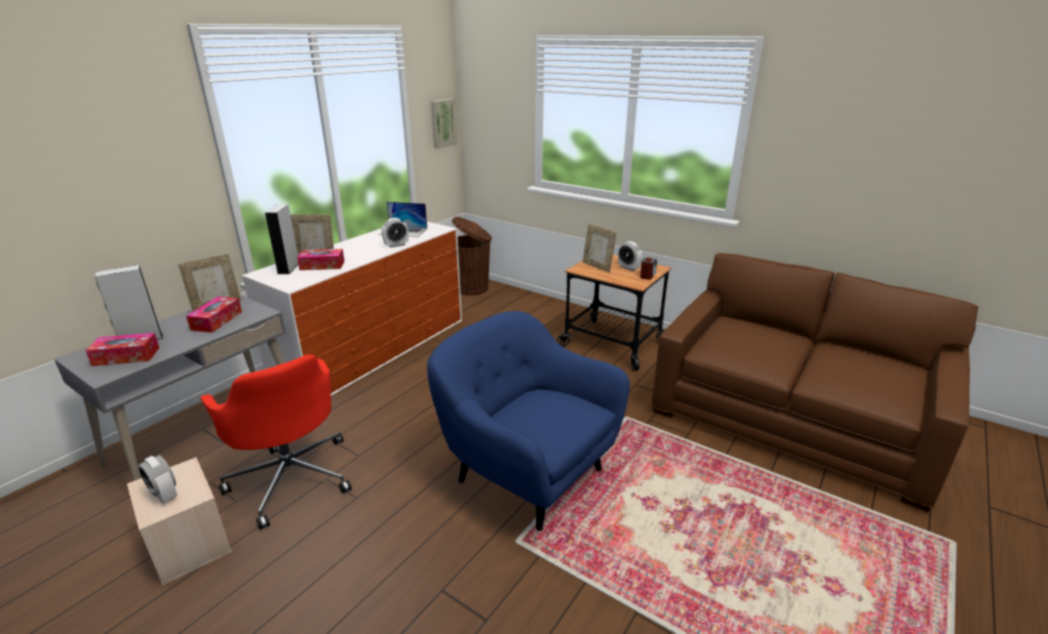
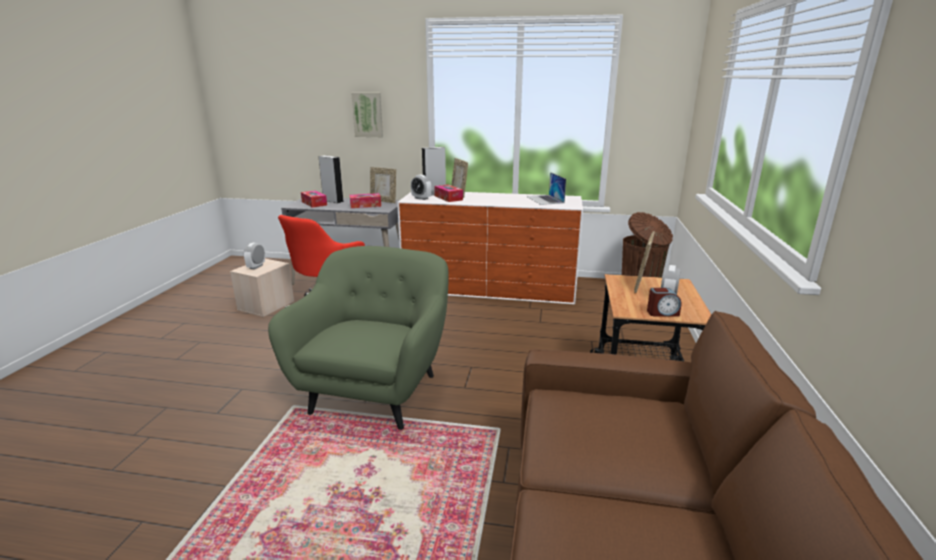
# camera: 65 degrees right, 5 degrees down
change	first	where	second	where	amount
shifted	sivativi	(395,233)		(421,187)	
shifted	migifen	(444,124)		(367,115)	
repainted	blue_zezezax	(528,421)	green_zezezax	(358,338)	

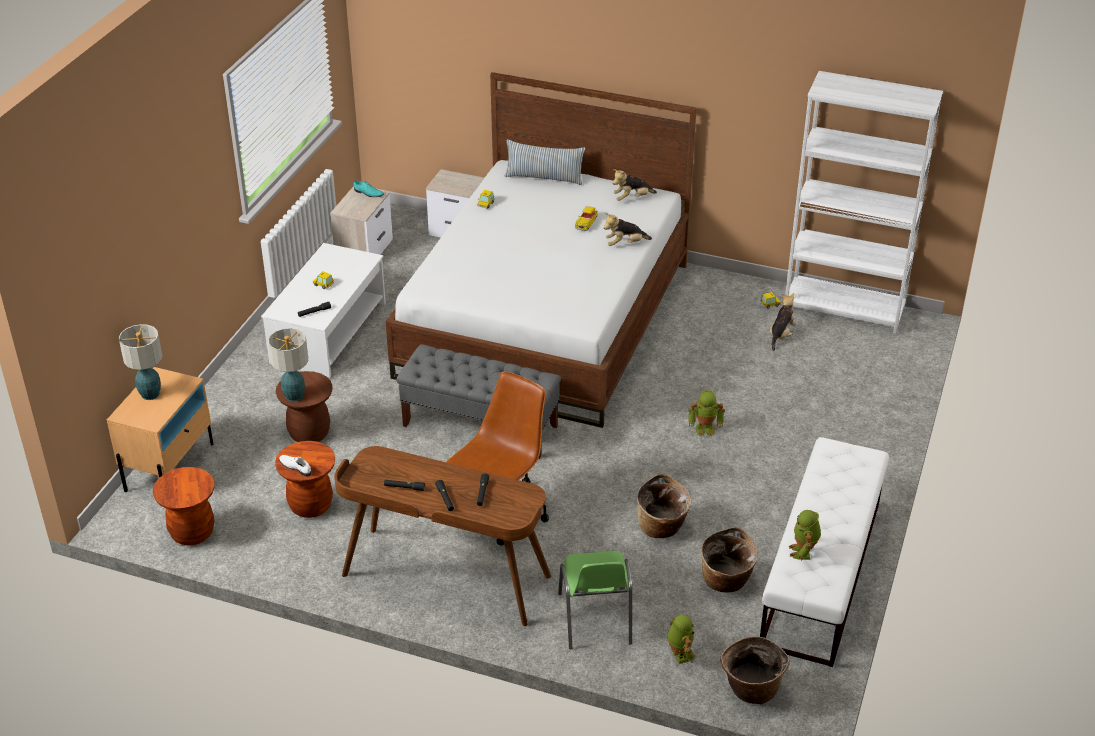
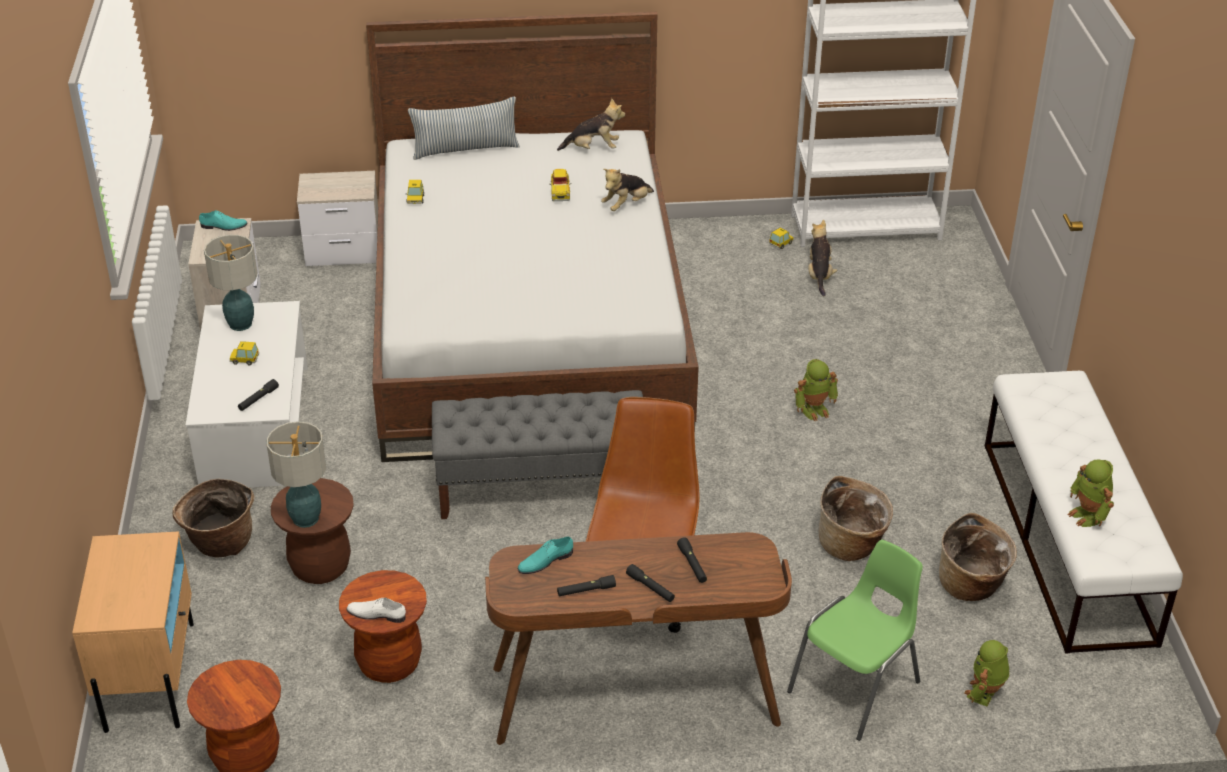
# camera: 25 degrees left, 0 degrees up
change	first	where	second	where	amount
new			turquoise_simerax	(545,555)	
shifted	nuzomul	(141,362)		(231,283)	
shifted	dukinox	(755,670)		(213,518)	
rotated	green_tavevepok	(595,600)		(855,640)	105 degrees counterclockwise
rotated	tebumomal	(635,185)		(591,124)	135 degrees counterclockwise
rotated	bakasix	(681,639)		(986,673)	105 degrees counterclockwise

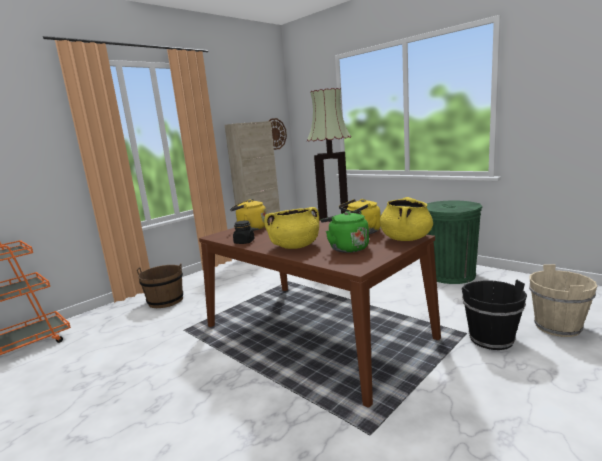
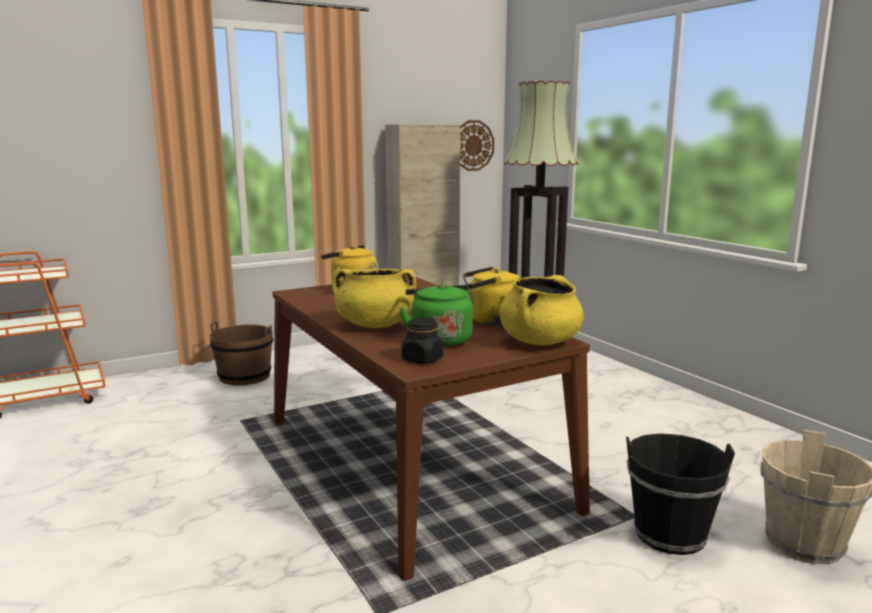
# camera: 15 degrees right, 0 degrees up
change	first	where	second	where	amount
gone	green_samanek	(454,242)			
shifted	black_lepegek	(244,232)		(422,341)	

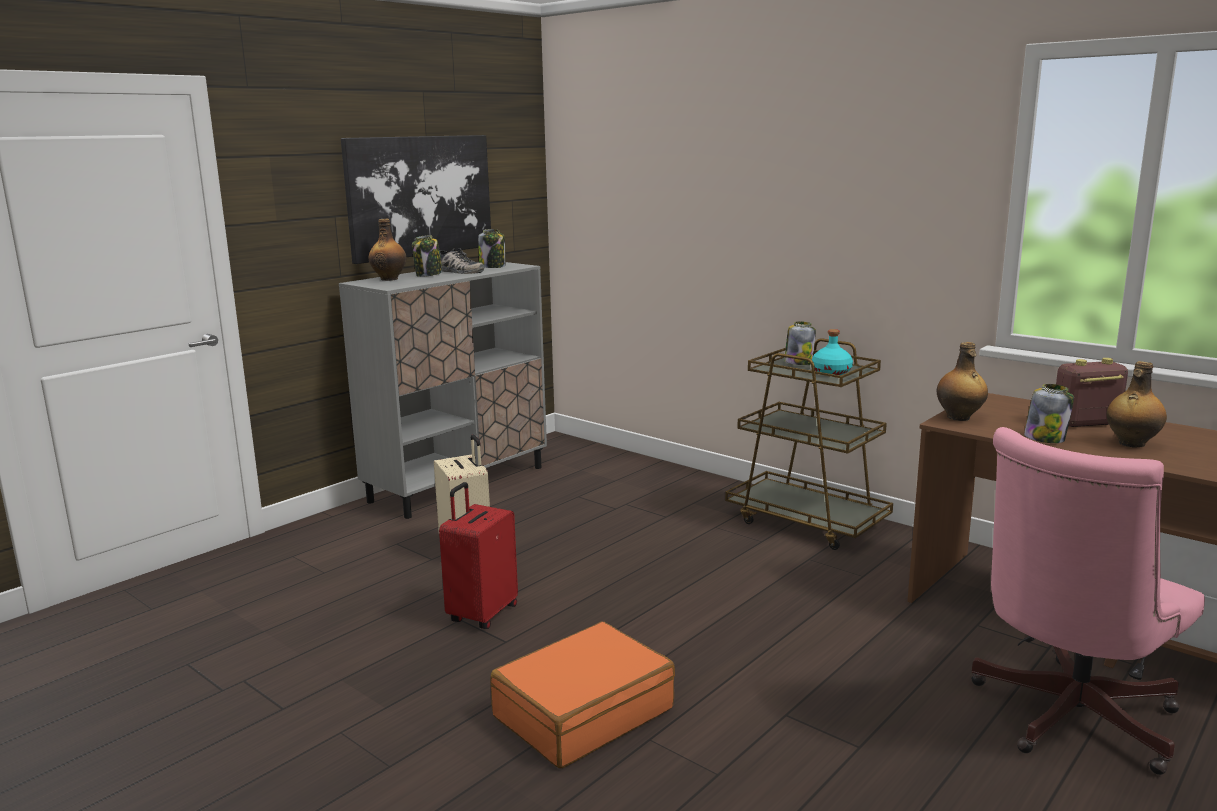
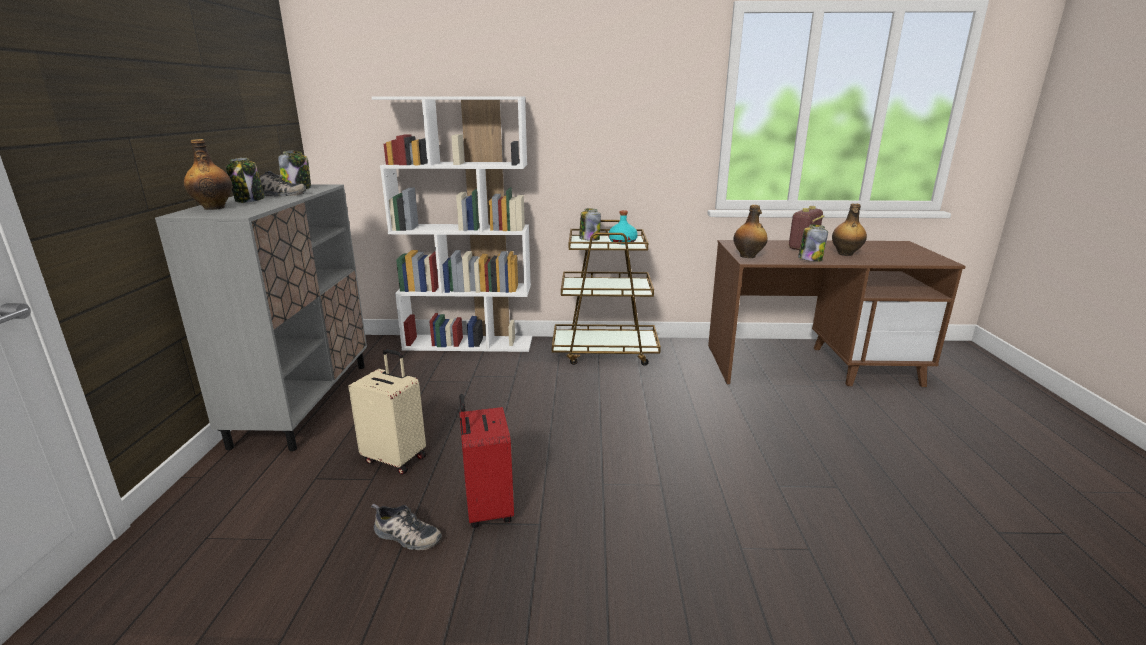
# camera: 40 degrees left, 5 degrees up
change	first	where	second	where	amount
gone	migifen	(416,199)			
gone	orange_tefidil	(582,695)			
gone	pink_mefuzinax	(1088,601)			
new			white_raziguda	(451,224)	
new			simerax	(406,527)	

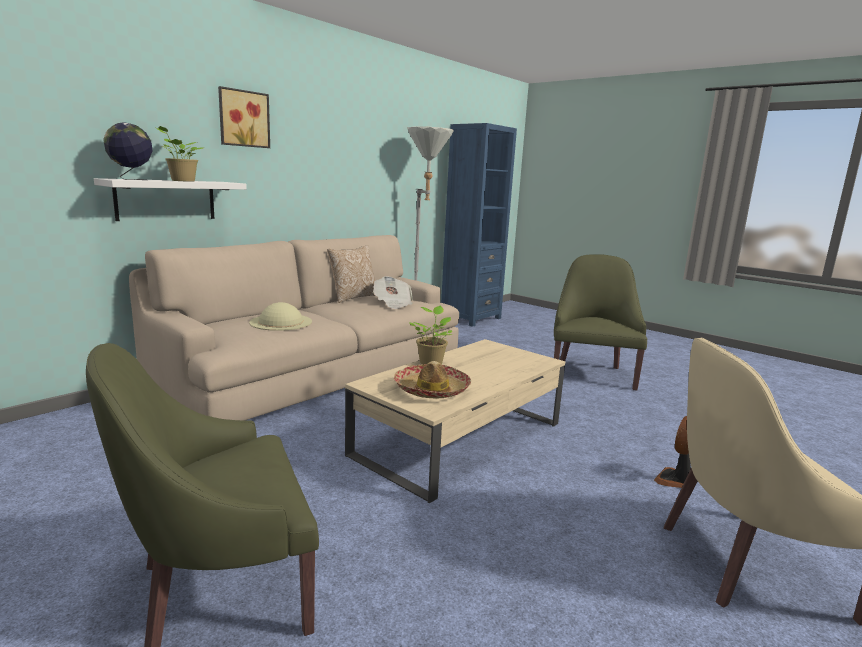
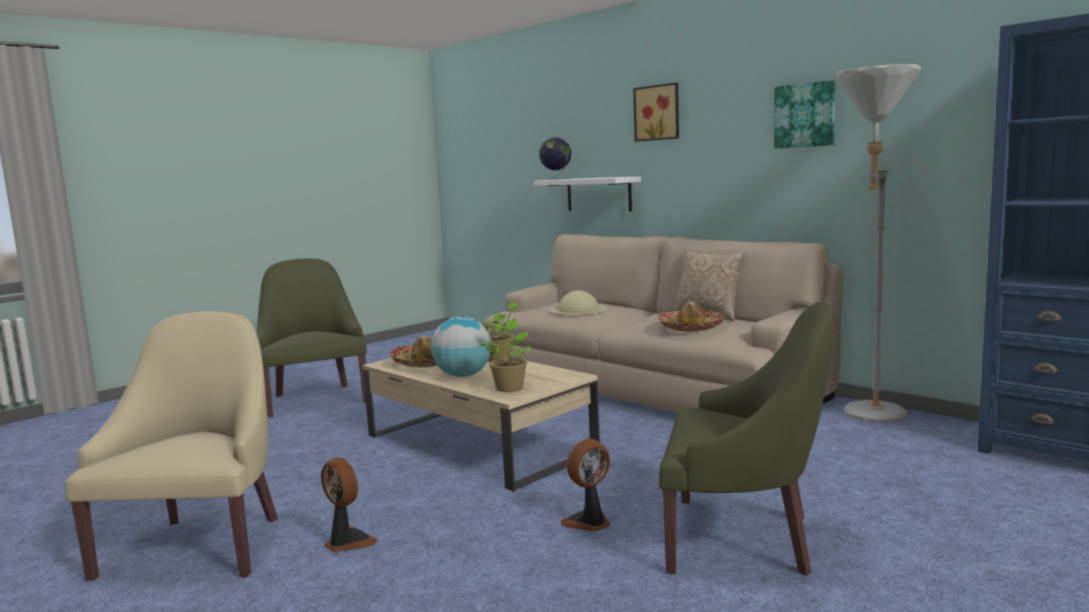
# camera: 95 degrees right, 5 degrees down
change	first	where	second	where	amount
new			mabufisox	(461,346)	
new			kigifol	(585,485)	
new			migifen	(804,114)	
shifted	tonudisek	(179,154)		(504,355)	
swapped	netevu	(393,292)	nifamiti	(692,316)	

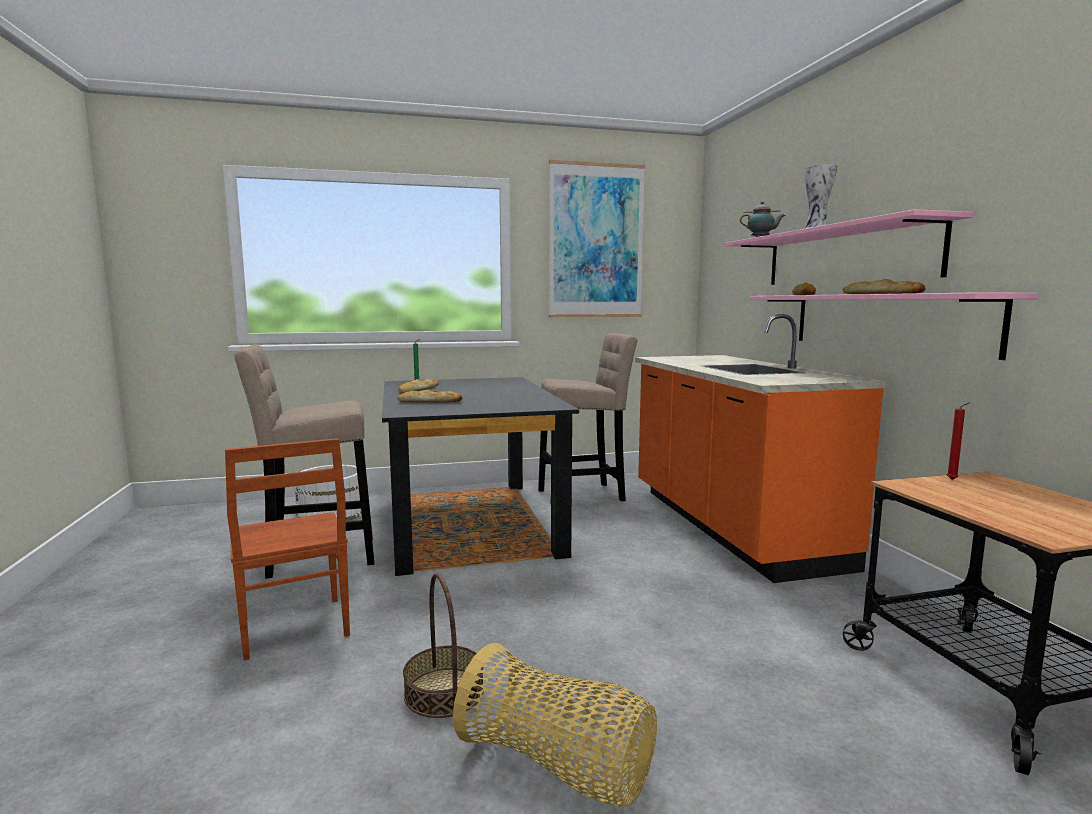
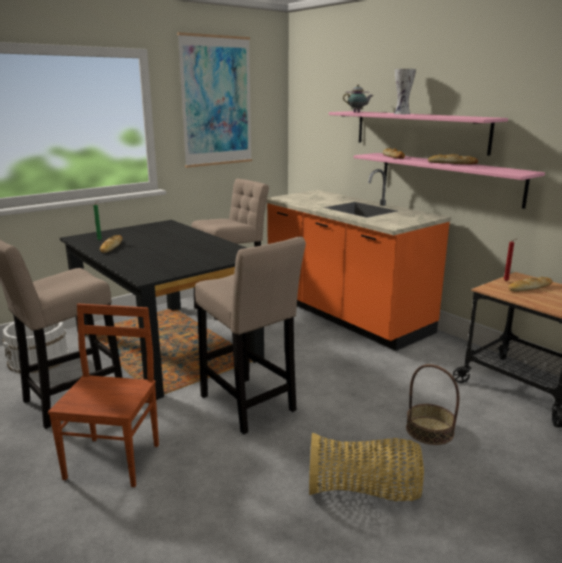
# camera: 25 degrees left, 10 degrees up
change	first	where	second	where	amount
new			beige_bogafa	(250,335)	
shifted	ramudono	(430,395)		(530,284)	
shifted	dukinox	(443,645)		(432,404)	
rotated	brown_tavevepok	(287,549)		(103,395)	120 degrees counterclockwise

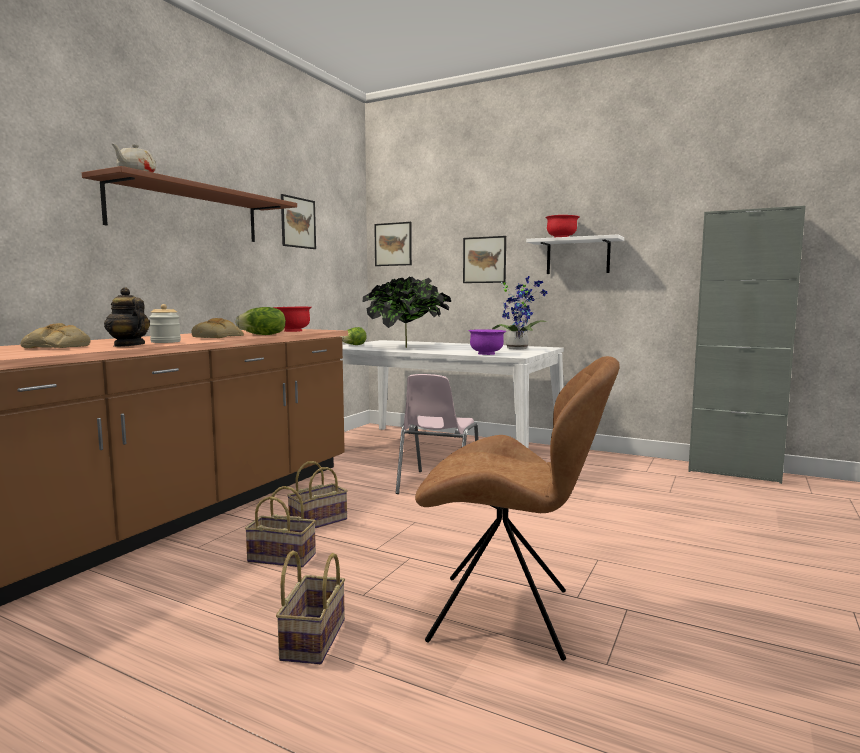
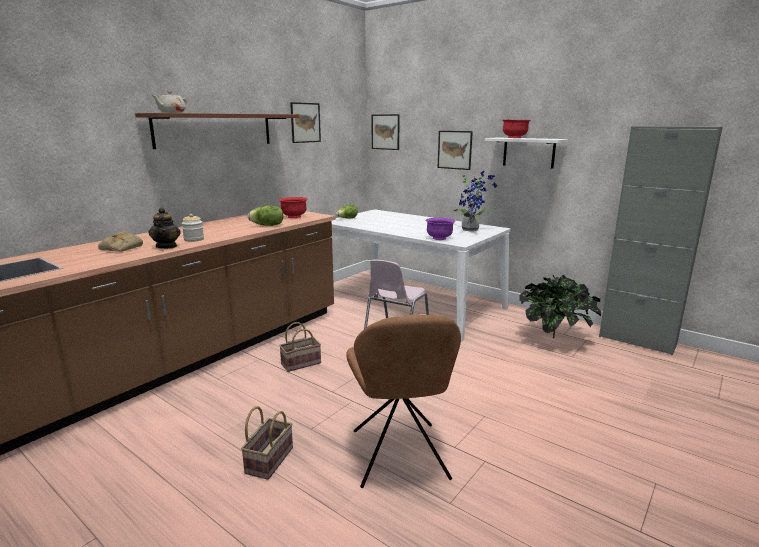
# camera: 10 degrees right, 10 degrees up
change	first	where	second	where	amount
gone	ramudono	(217,328)			
gone	dukinox	(280,527)			
shifted	tonudisek	(407,312)		(560,306)	
rotated	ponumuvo	(127,317)		(164,228)	150 degrees counterclockwise
rotated	brown_tavevepok	(517,508)		(403,401)	60 degrees clockwise

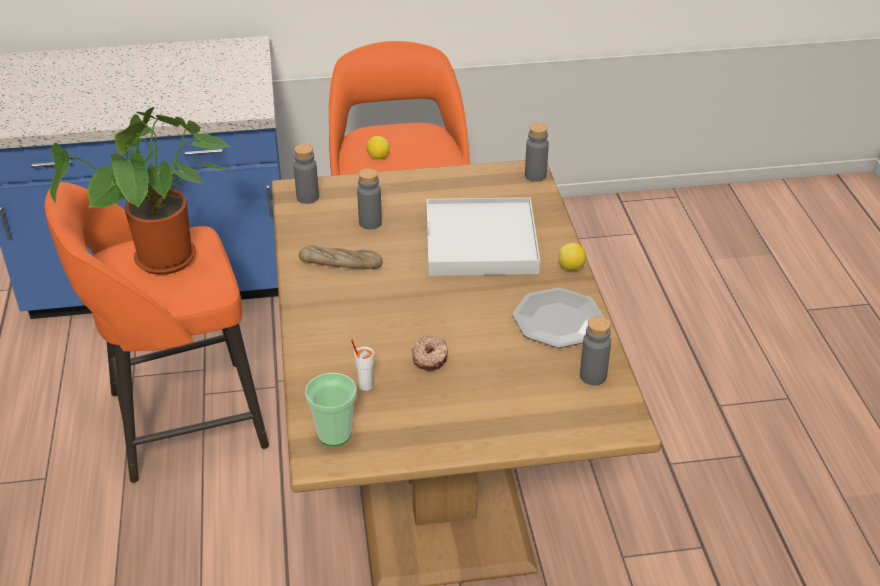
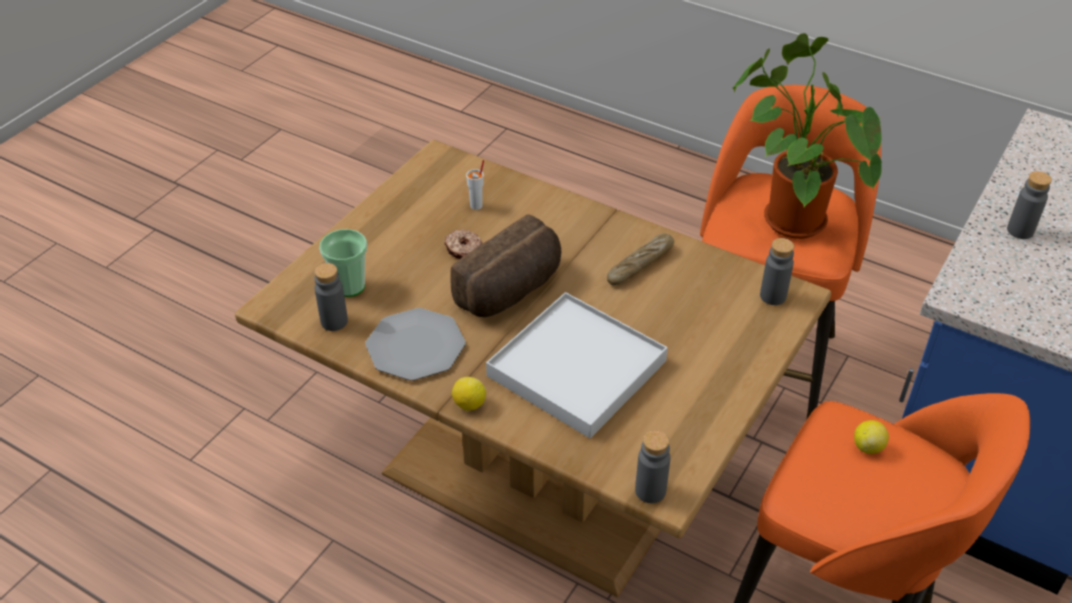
# camera: 130 degrees right, 5 degrees up
change	first	where	second	where	amount
new			ramudono	(505,265)	
shifted	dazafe	(331,409)		(343,263)	
shifted	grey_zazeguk	(369,198)		(1029,205)	

